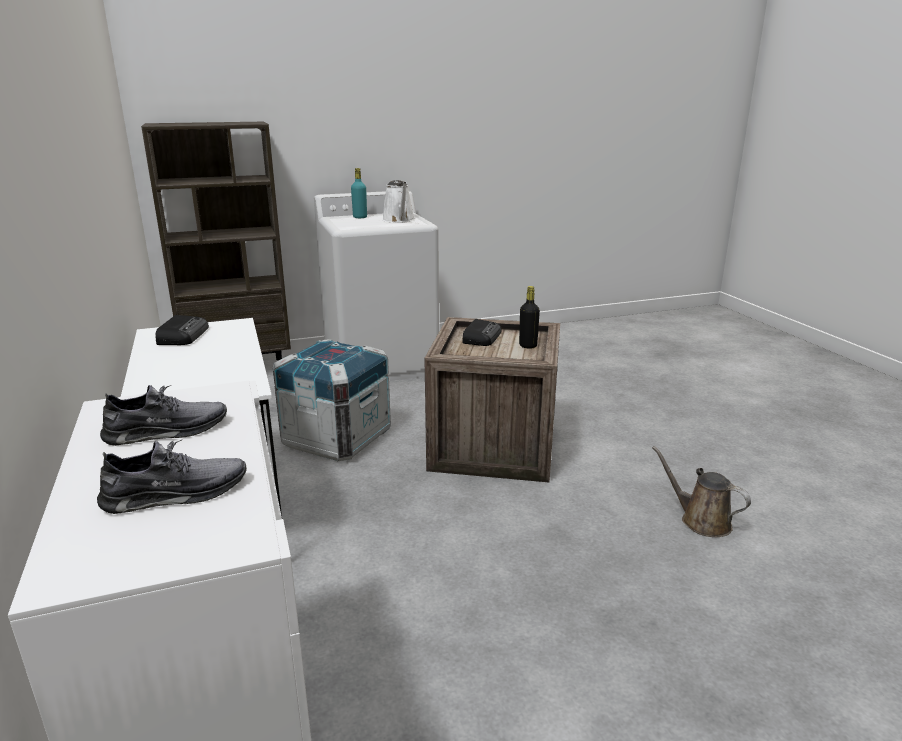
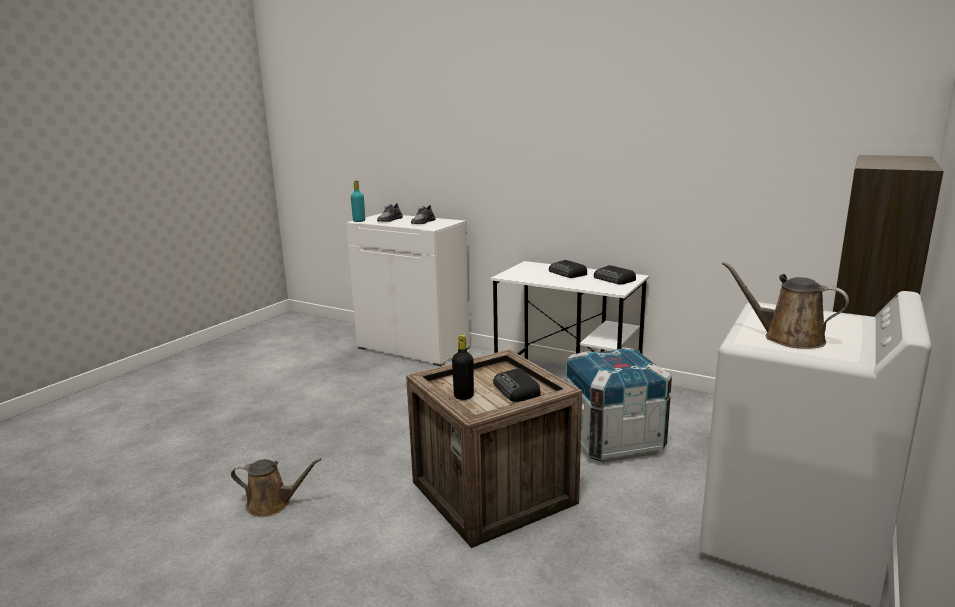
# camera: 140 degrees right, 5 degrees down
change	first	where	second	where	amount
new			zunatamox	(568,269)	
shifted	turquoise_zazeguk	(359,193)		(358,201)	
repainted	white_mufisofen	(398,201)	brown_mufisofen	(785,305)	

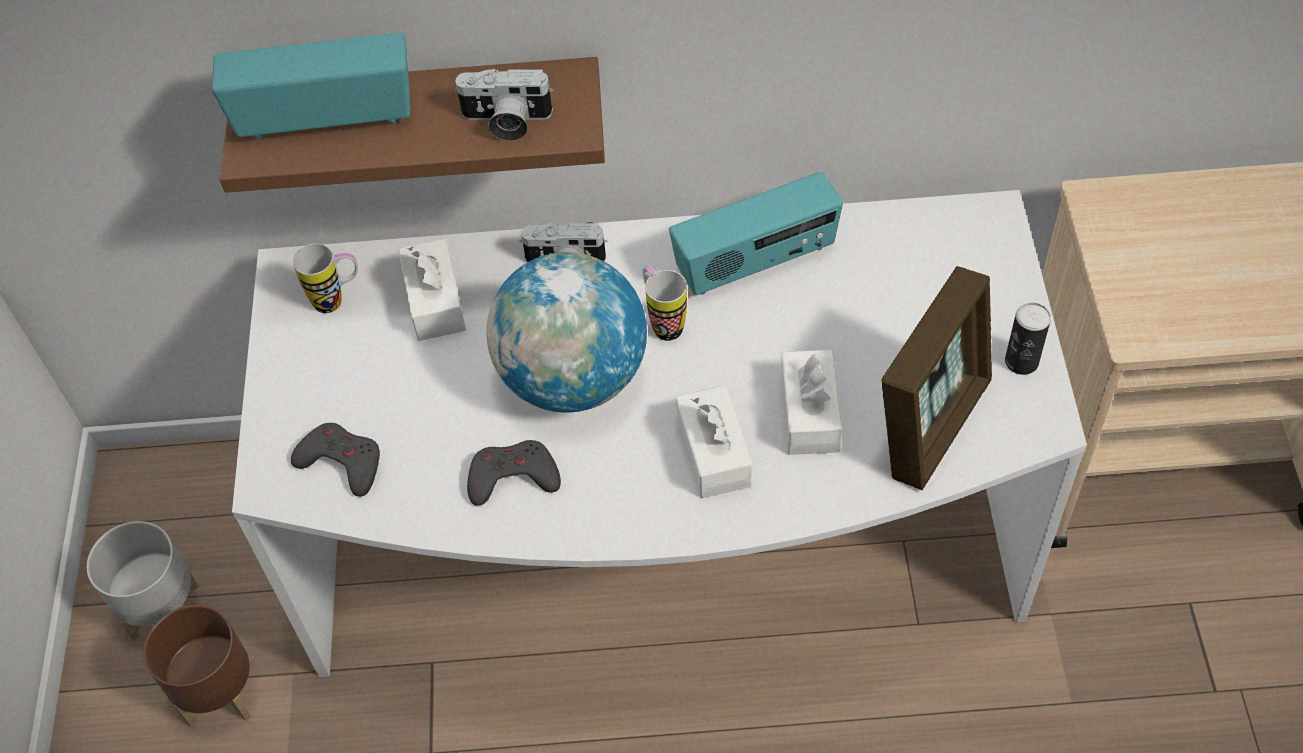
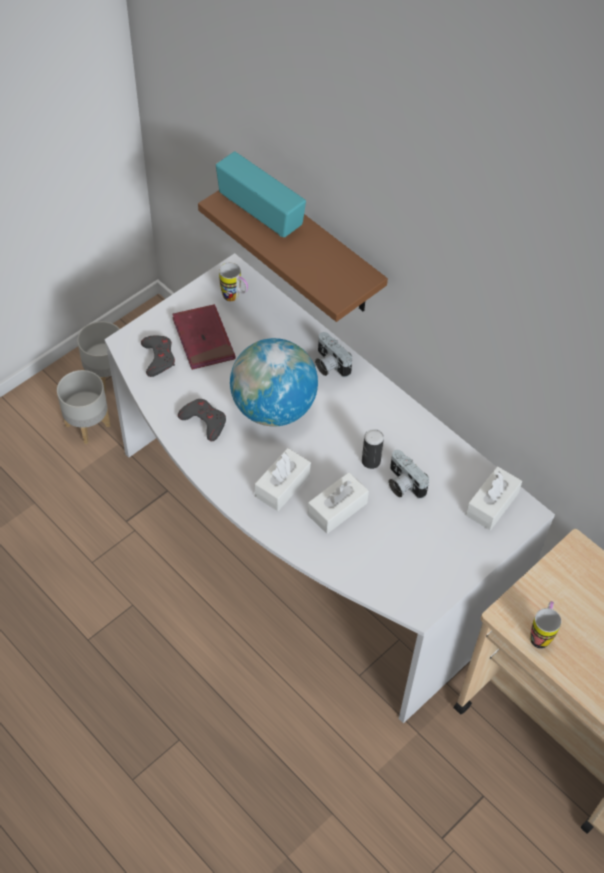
# camera: 45 degrees right, 0 degrees up
change	first	where	second	where	amount
gone	zunatamox	(756,233)			
gone	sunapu	(936,378)			
new			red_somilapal	(203,337)	
shifted	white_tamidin	(432,290)		(494,498)	
shifted	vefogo	(503,104)		(408,474)	
shifted	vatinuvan	(665,303)		(545,625)	
shifted	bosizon	(1028,339)		(373,449)	
repainted	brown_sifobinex	(199,666)	grey_sifobinex	(84,407)	

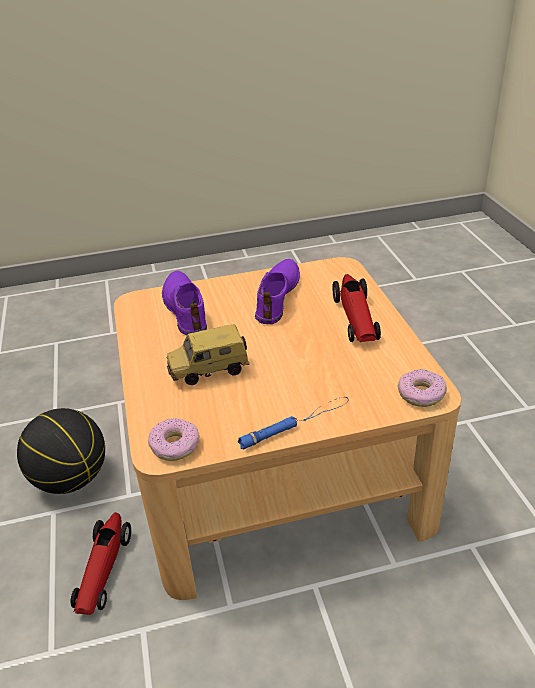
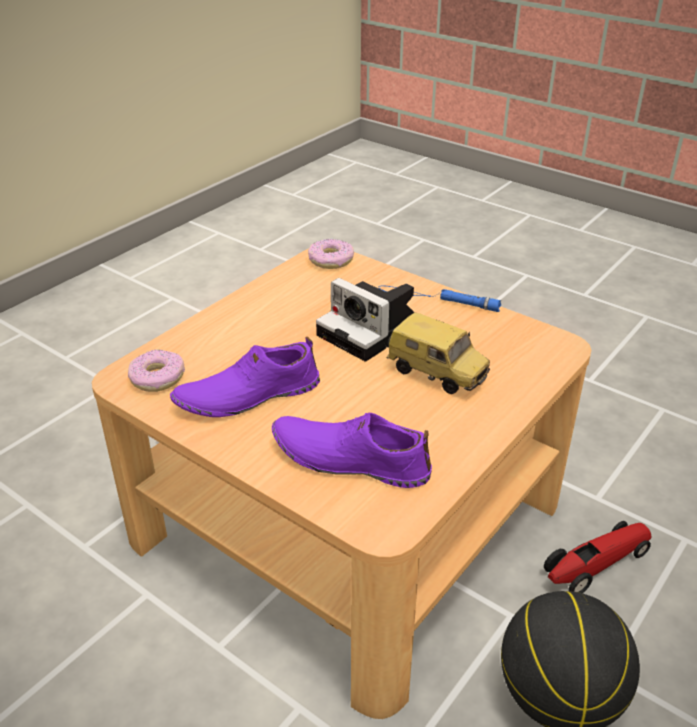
# camera: 130 degrees left, 0 degrees up
change	first	where	second	where	amount
gone	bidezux	(356,308)			
new			vefogo	(365,320)	
shifted	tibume	(174,439)		(156,371)	
rotated	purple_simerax	(184,303)		(352,450)	75 degrees clockwise

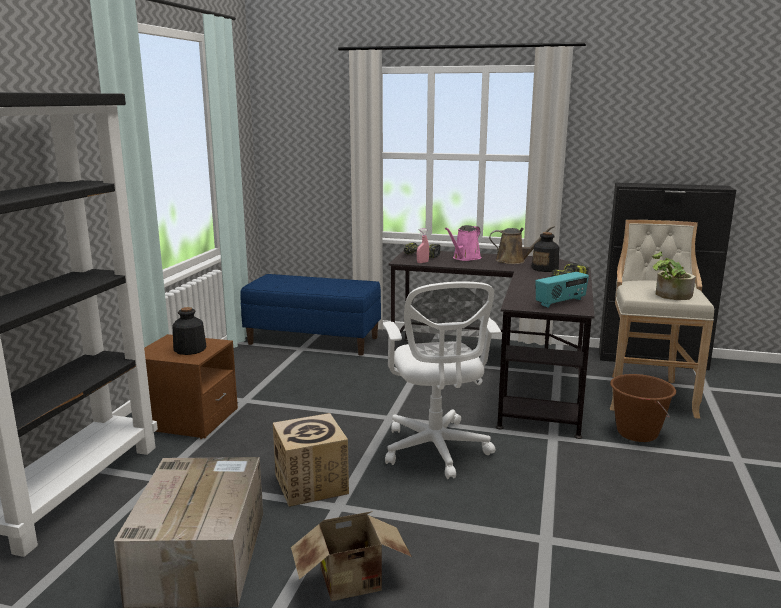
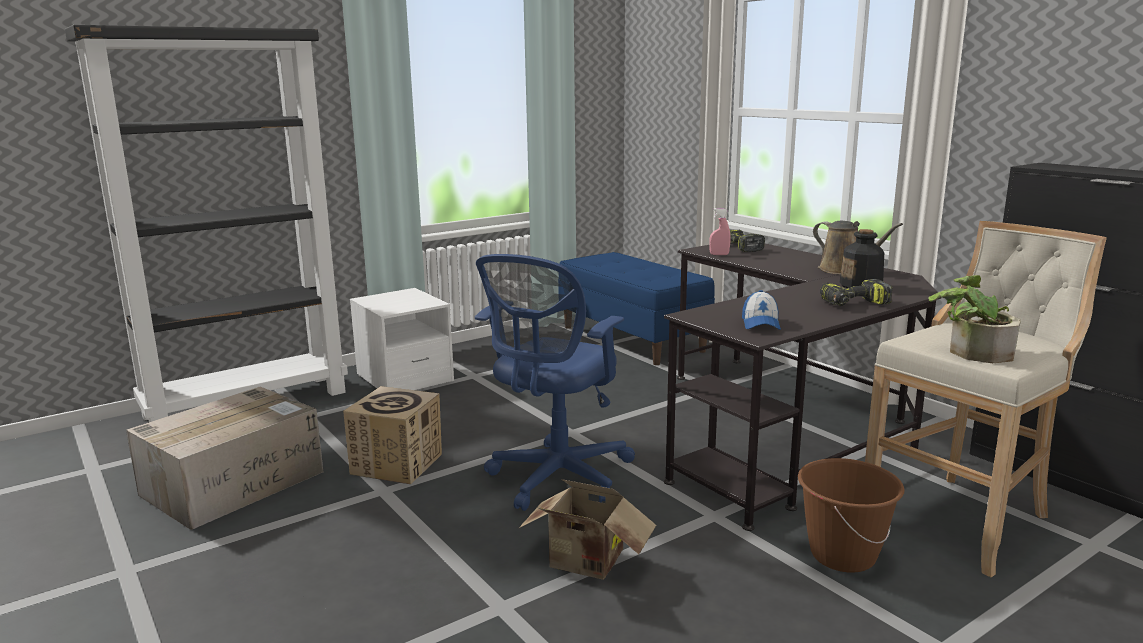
# camera: 40 degrees right, 0 degrees up
change	first	where	second	where	amount
gone	zazeguk	(190,331)			
gone	pink_mufisofen	(463,243)			
shifted	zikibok	(351,556)		(587,529)	
swapped	zunatamox	(562,290)	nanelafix	(761,310)	
repainted	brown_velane	(191,386)	white_velane	(402,339)	
repainted	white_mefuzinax	(442,380)	blue_mefuzinax	(555,382)	

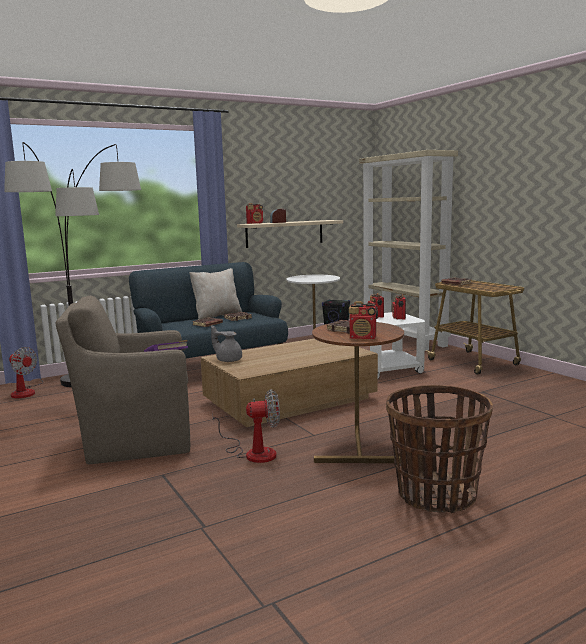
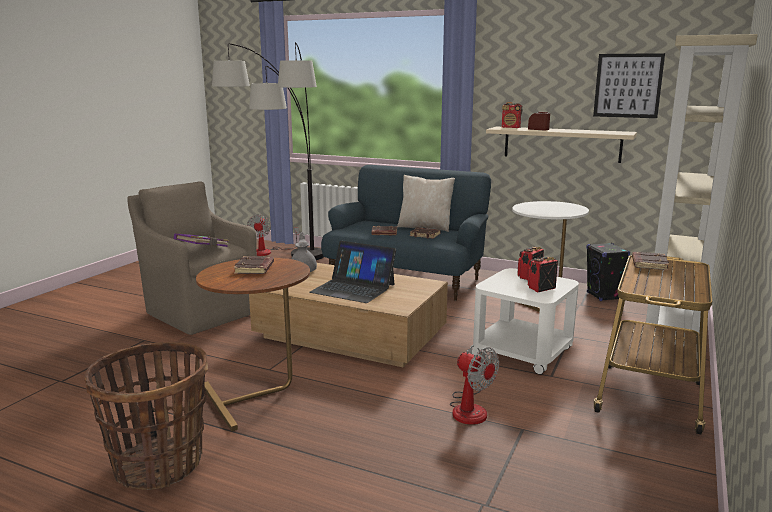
# camera: 55 degrees right, 5 degrees up
change	first	where	second	where	amount
gone	zunatamox	(363,320)			
new			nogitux	(352,272)	
new			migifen	(629,85)	
shifted	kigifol	(246,426)		(474,386)	

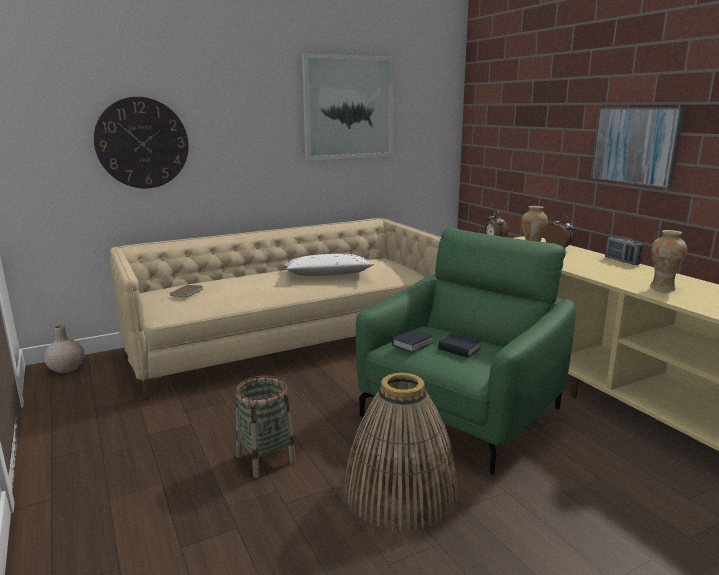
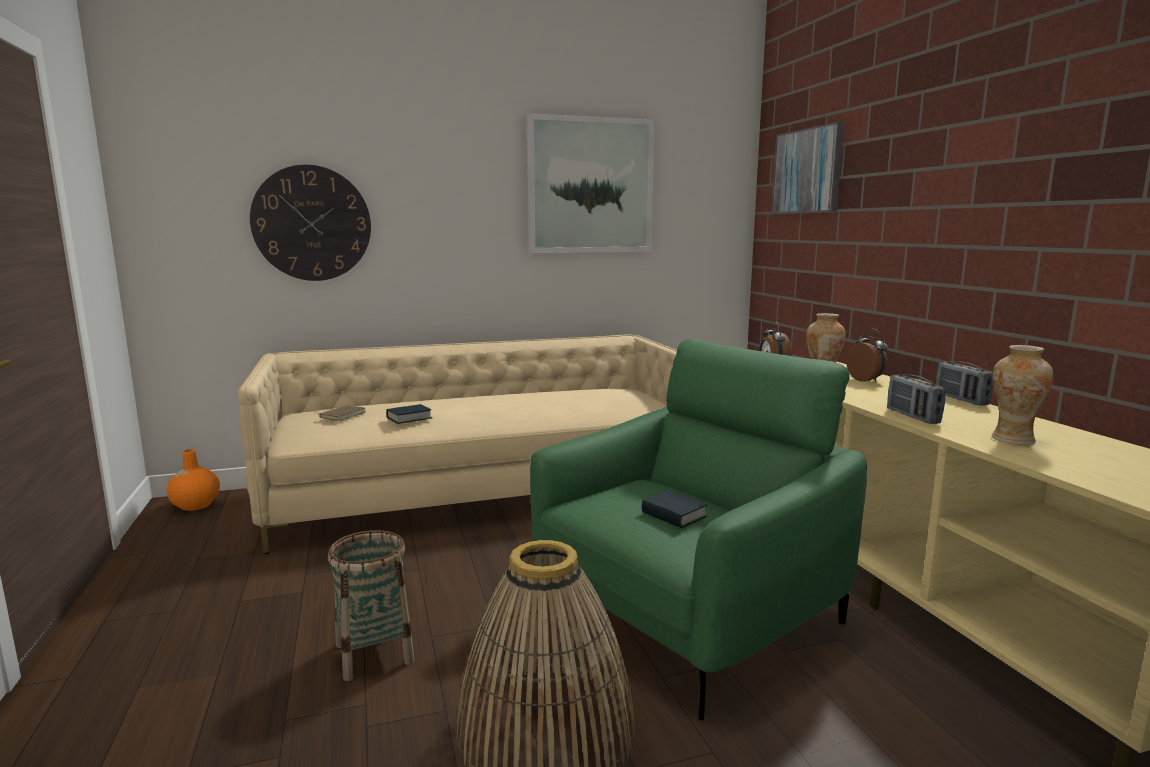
# camera: 10 degrees right, 5 degrees down
change	first	where	second	where	amount
gone	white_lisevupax	(329,265)			
new			zunatamox	(916,399)	
shifted	somilapal	(412,341)		(409,414)	
shifted	migifen	(638,148)		(807,167)	
repainted	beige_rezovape	(64,349)	orange_rezovape	(193,480)	

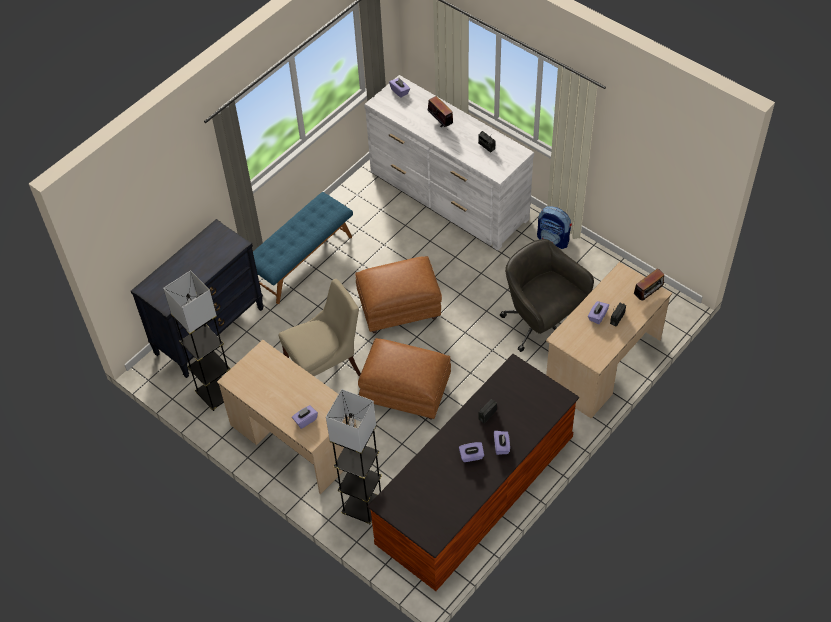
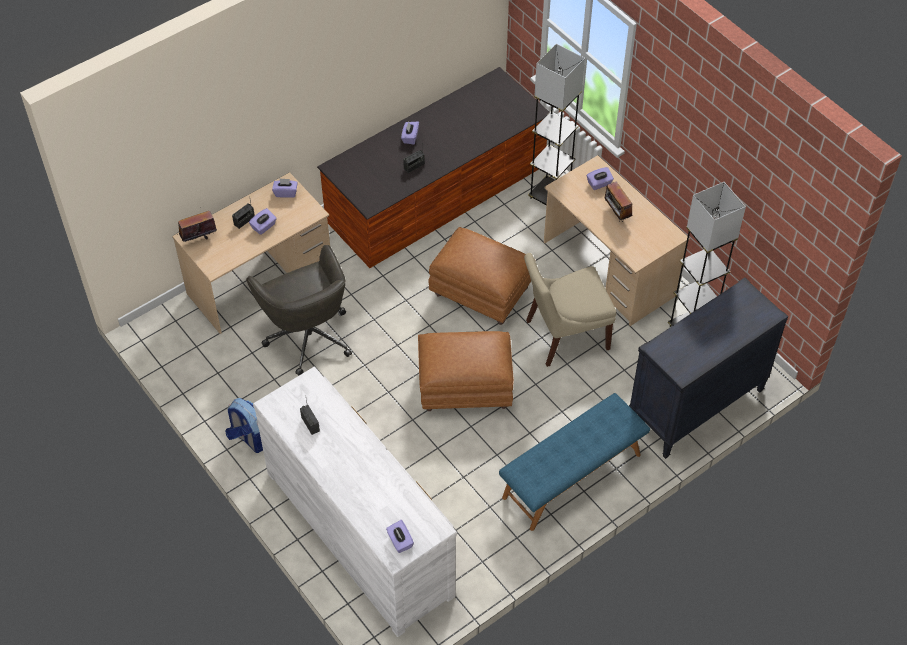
# camera: 170 degrees left, 0 degrees up
change	first	where	second	where	amount
shifted	zunatamox	(440,111)		(618,200)	
shifted	purple_tamidin	(471,452)		(285,188)	

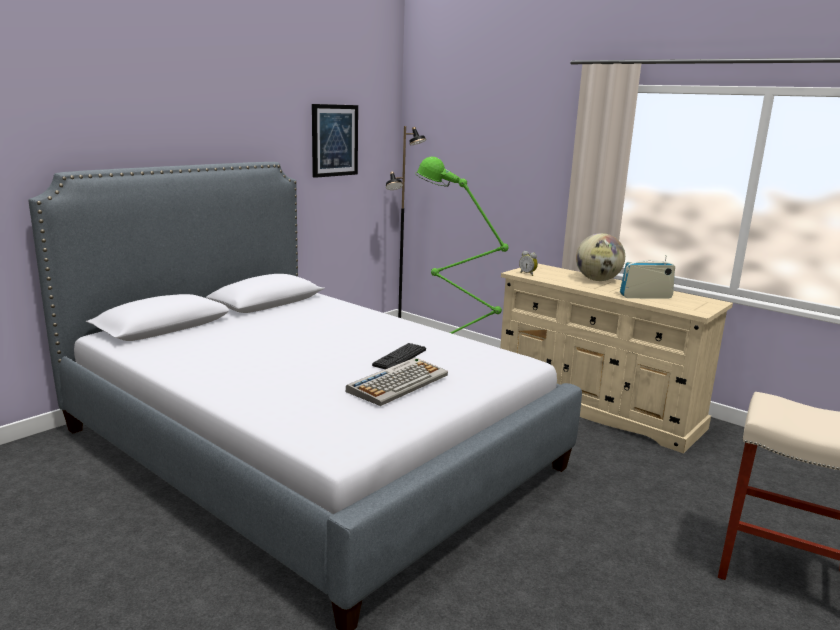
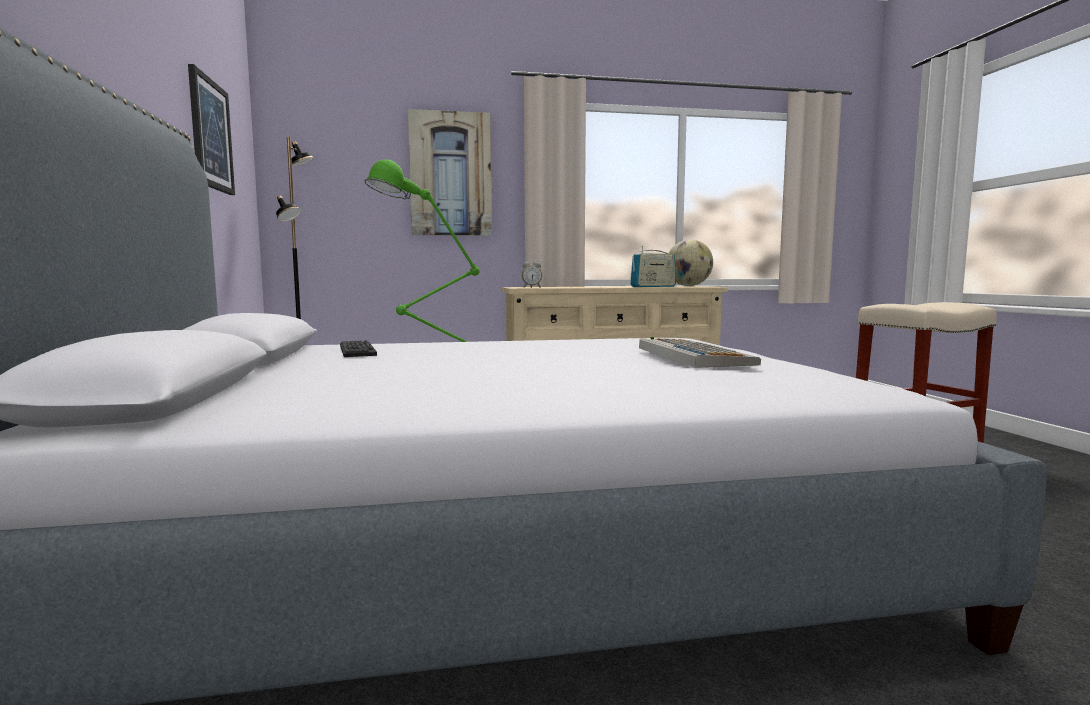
# camera: 50 degrees left, 10 degrees down
change	first	where	second	where	amount
new			migifen	(450,172)	
shifted	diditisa	(399,356)		(358,348)	
shifted	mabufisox	(600,257)		(691,262)	
rotated	zunatamox	(647,277)		(653,266)	150 degrees counterclockwise

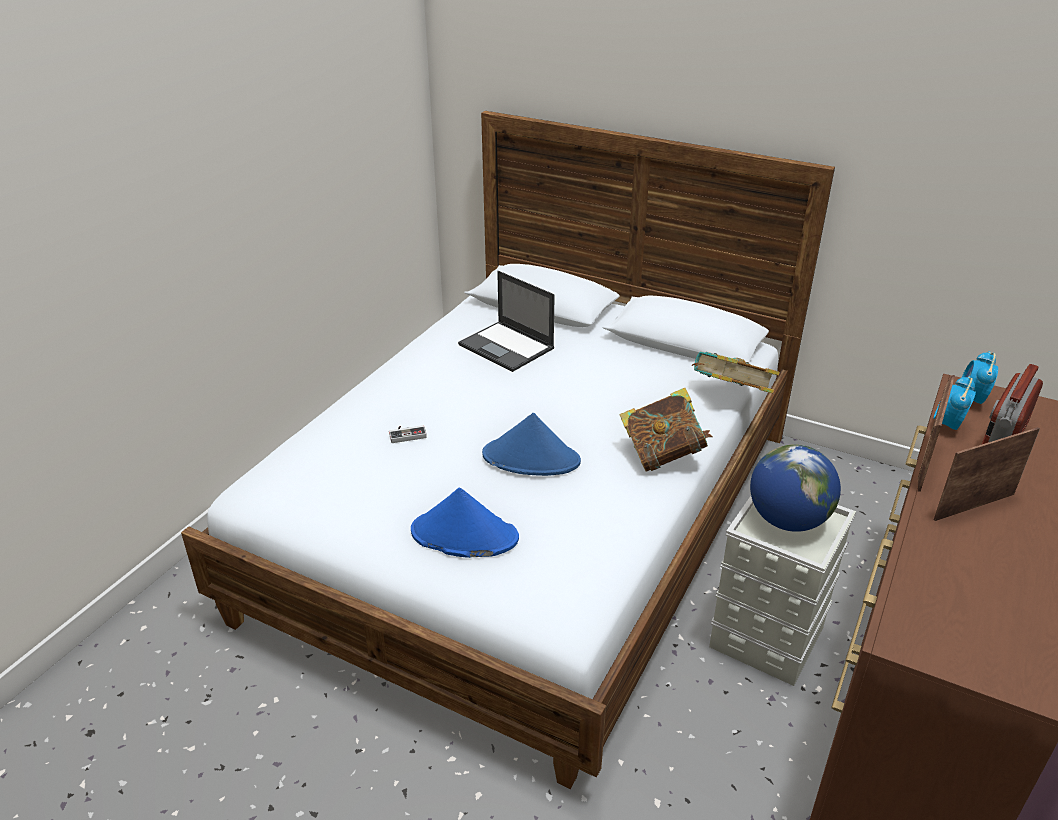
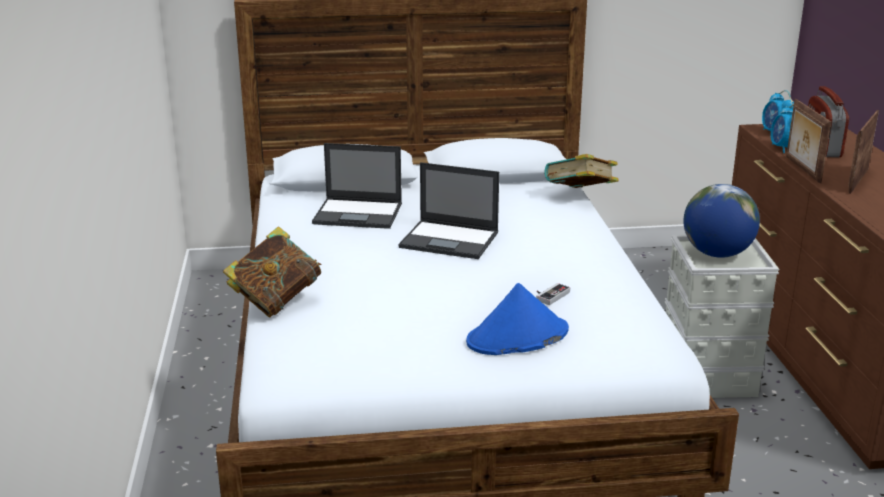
# camera: 35 degrees left, 10 degrees down
change	first	where	second	where	amount
gone	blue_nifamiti	(531,444)			
new			nogitux	(448,210)	
shifted	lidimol	(408,434)		(553,294)	
shifted	somilapal	(666,430)		(272,271)	

